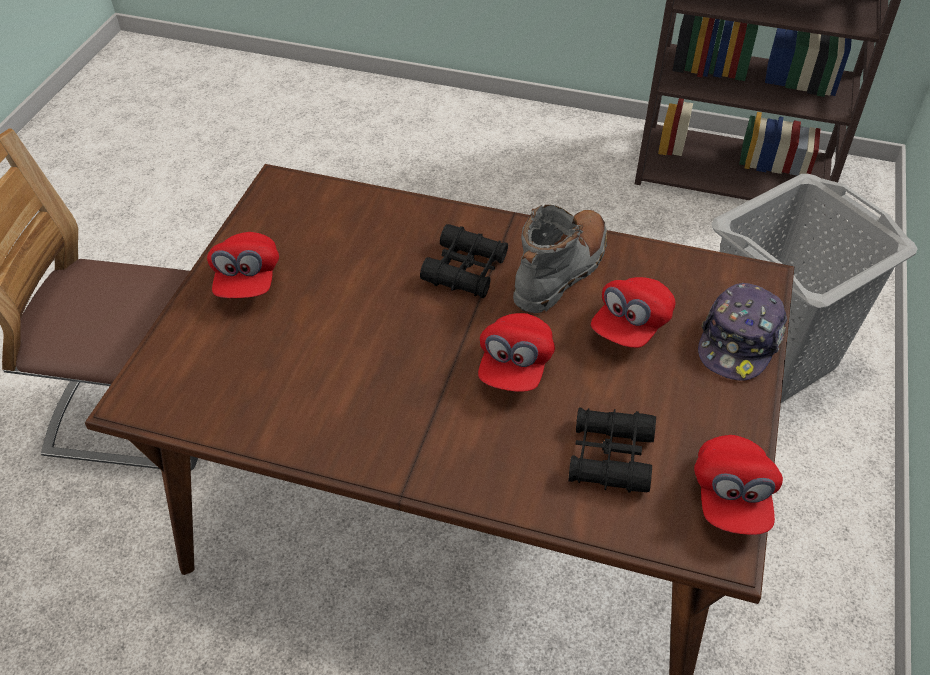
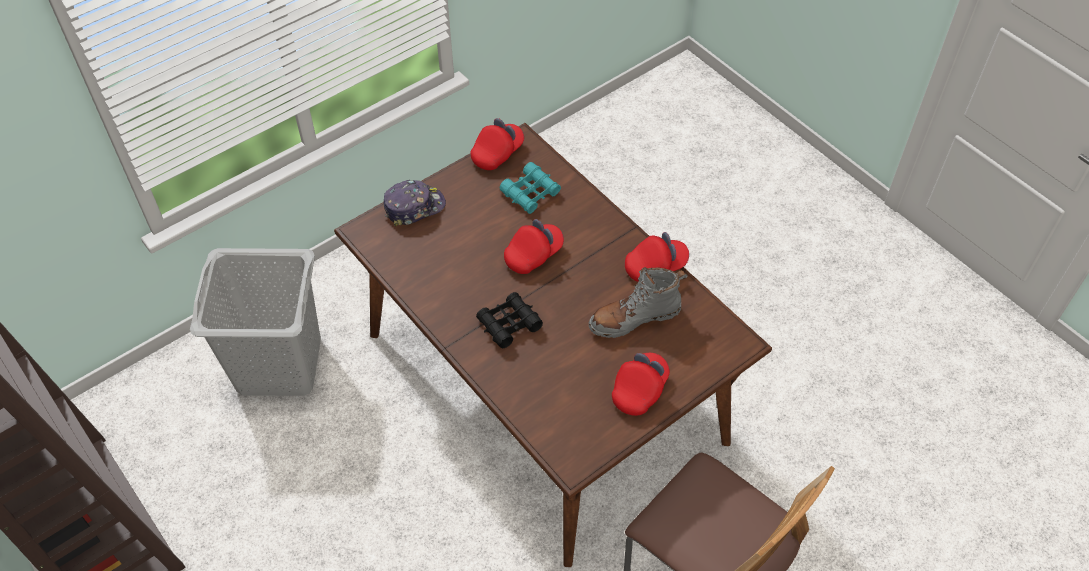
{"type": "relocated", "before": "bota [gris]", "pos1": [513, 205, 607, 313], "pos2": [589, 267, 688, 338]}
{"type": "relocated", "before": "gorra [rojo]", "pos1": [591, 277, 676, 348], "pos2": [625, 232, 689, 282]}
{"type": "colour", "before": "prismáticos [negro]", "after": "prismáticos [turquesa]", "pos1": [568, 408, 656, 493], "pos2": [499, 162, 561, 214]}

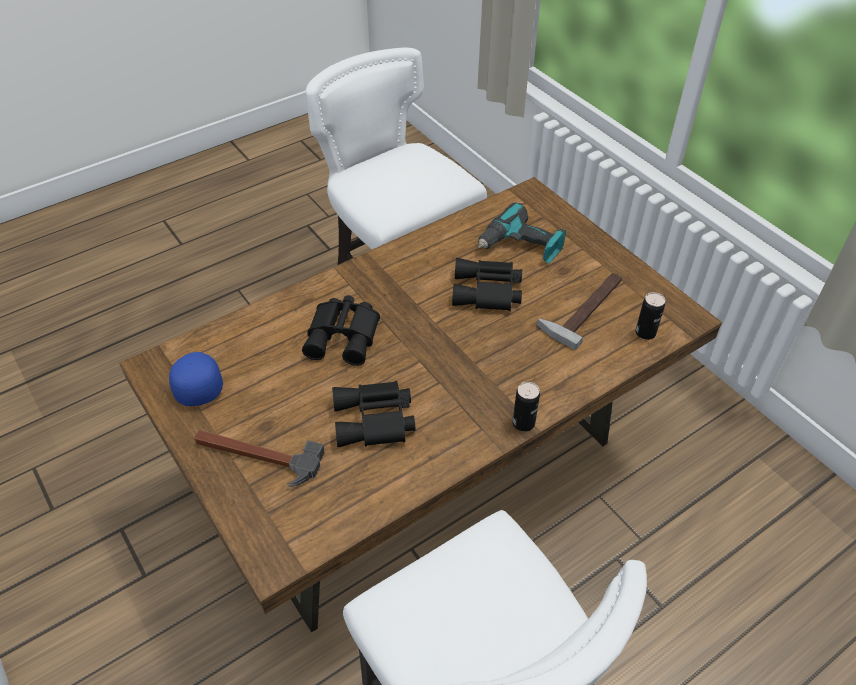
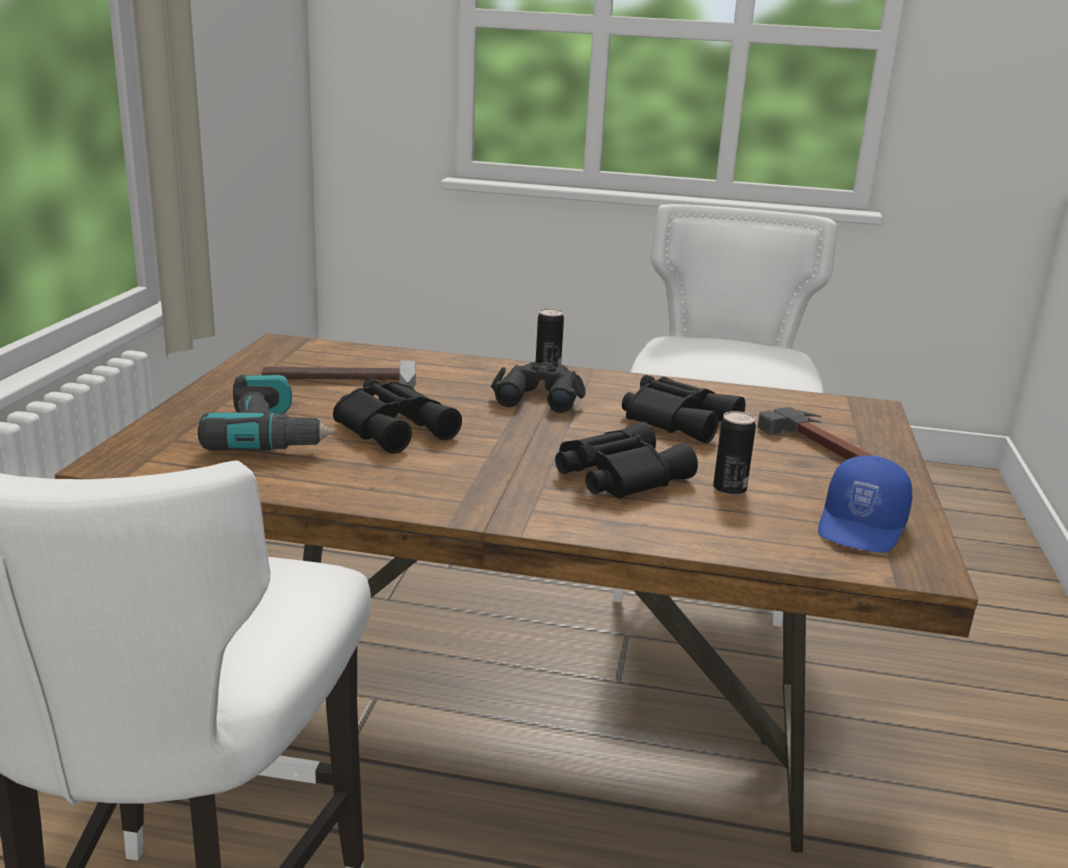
{"type": "appeared", "after": "prismáticos [negro]", "pos2": [491, 361, 586, 413]}
{"type": "relocated", "before": "lata", "pos1": [635, 292, 665, 340], "pos2": [713, 411, 756, 495]}

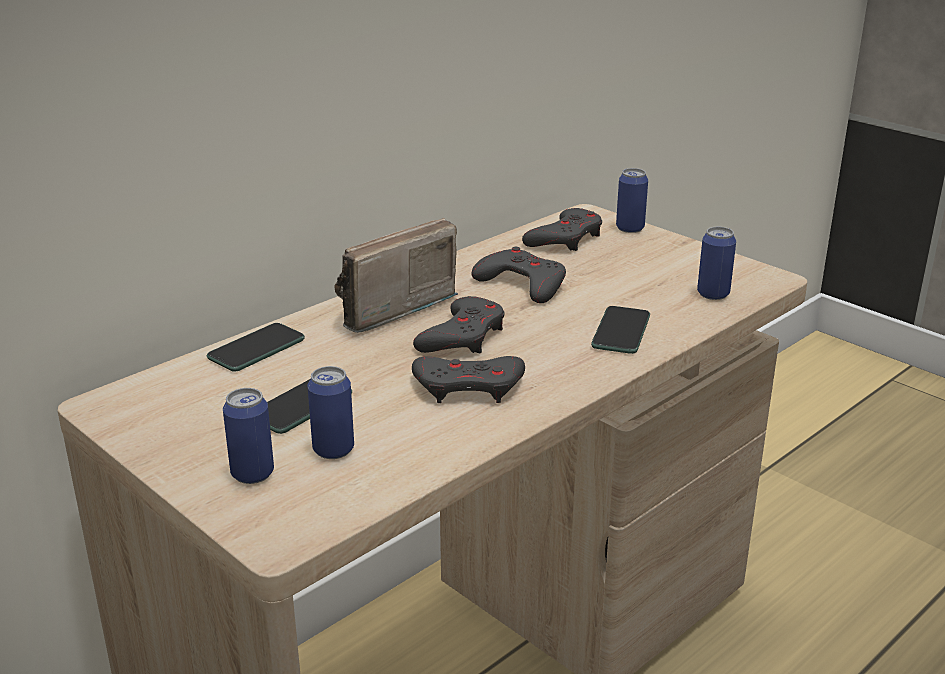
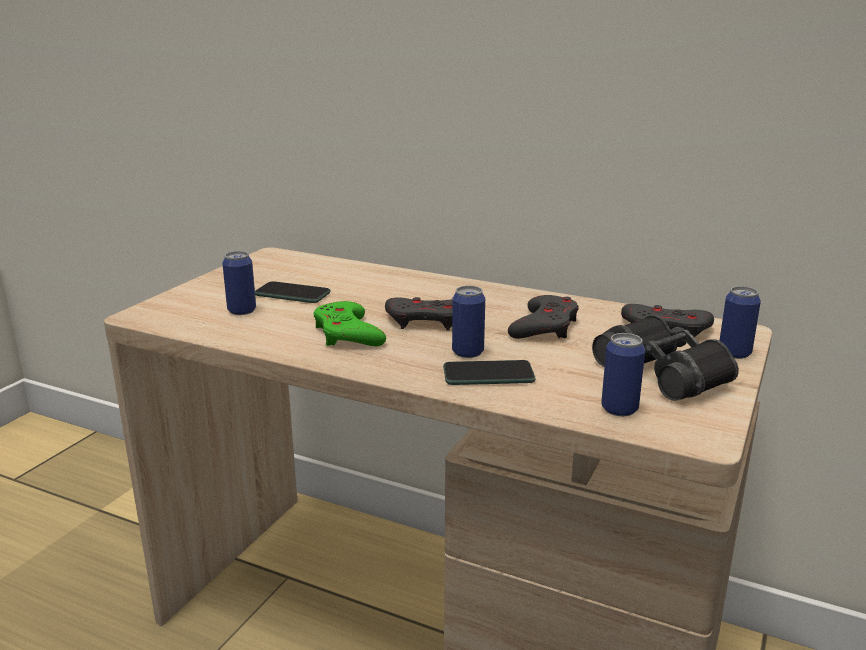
{"type": "missing", "before": "móvil", "pos1": [207, 323, 305, 372]}
{"type": "missing", "before": "radio", "pos1": [335, 218, 458, 333]}
{"type": "appeared", "after": "prismáticos [negro]", "pos2": [592, 315, 739, 401]}
{"type": "relocated", "before": "lata", "pos1": [223, 388, 274, 484], "pos2": [452, 286, 485, 358]}
{"type": "colour", "before": "mando de consola [gris]", "after": "mando de consola [verde]", "pos1": [412, 356, 525, 403], "pos2": [313, 301, 386, 346]}

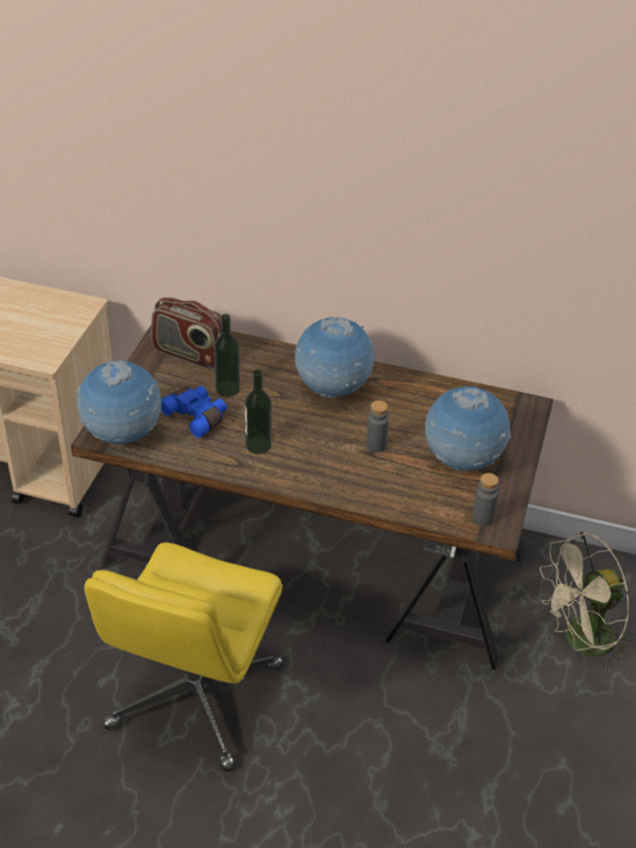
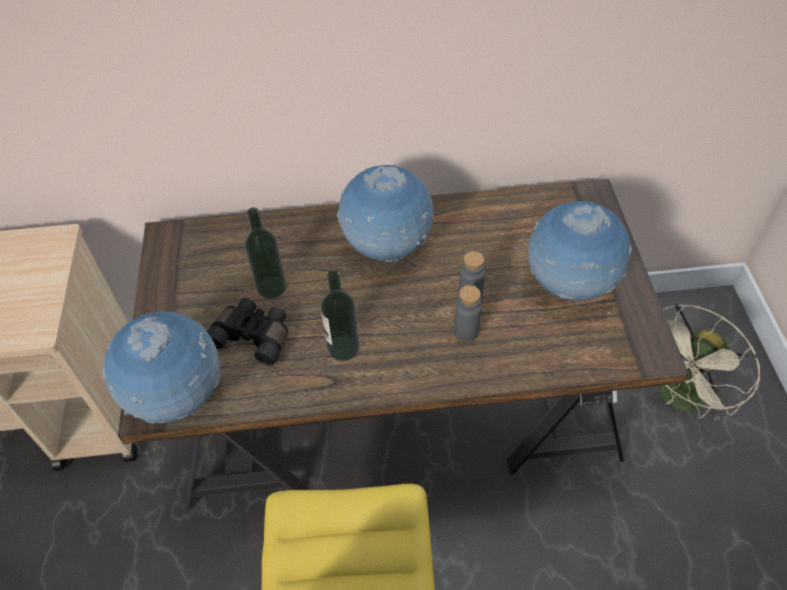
{"type": "missing", "before": "radio", "pos1": [151, 297, 222, 370]}
{"type": "relocated", "before": "botella [gris]", "pos1": [472, 473, 499, 526], "pos2": [454, 285, 482, 342]}
{"type": "colour", "before": "prismáticos [azul]", "after": "prismáticos [negro]", "pos1": [161, 386, 227, 438], "pos2": [207, 298, 288, 366]}

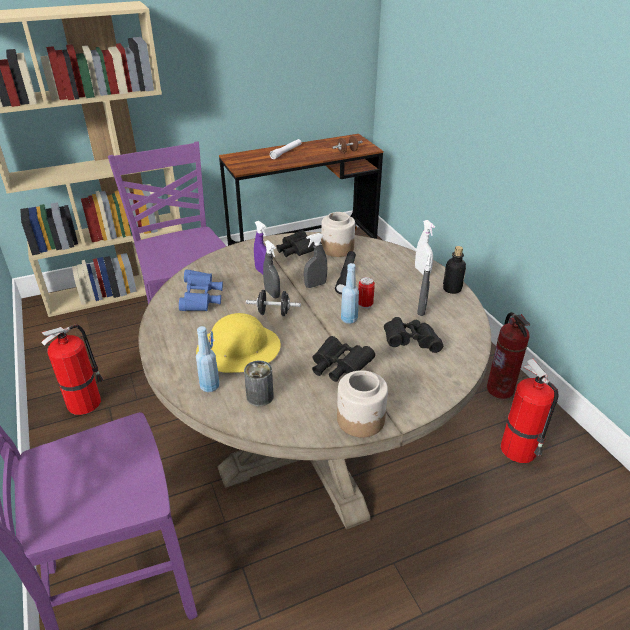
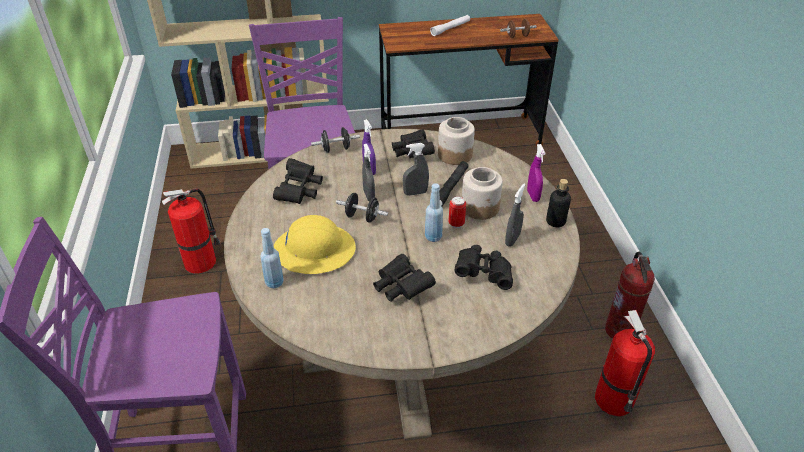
{"type": "missing", "before": "lata", "pos1": [244, 360, 274, 406]}
{"type": "appeared", "after": "mancuerna [negro]", "pos2": [311, 127, 360, 153]}
{"type": "relocated", "before": "tarro", "pos1": [337, 370, 388, 437], "pos2": [462, 167, 503, 220]}
{"type": "colour", "before": "prismáticos [azul]", "after": "prismáticos [negro]", "pos1": [179, 270, 223, 311], "pos2": [273, 158, 323, 204]}
{"type": "colour", "before": "pulverizador [blanco]", "after": "pulverizador [morado]", "pos1": [415, 220, 435, 275], "pos2": [527, 144, 546, 202]}

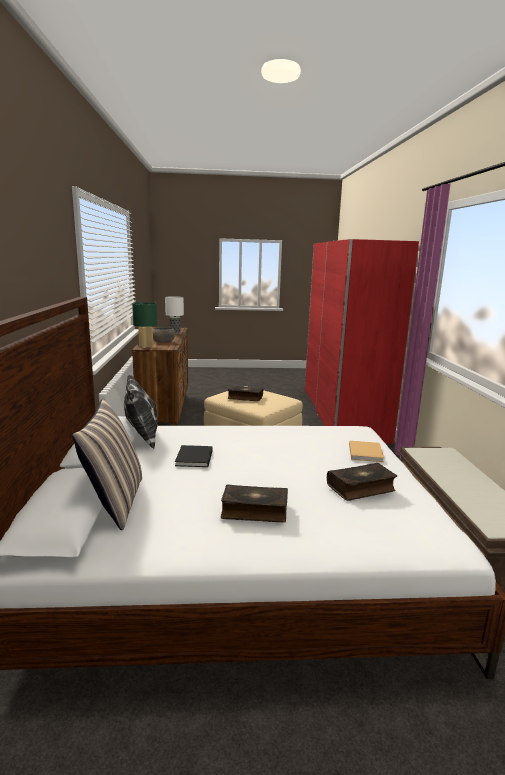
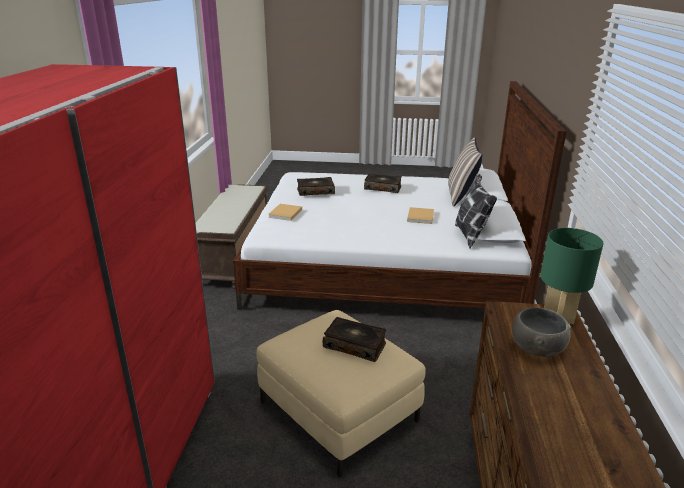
{"type": "missing", "before": "lámpara de mesa", "pos1": [165, 296, 184, 334]}
{"type": "colour", "before": "libro [negro]", "after": "libro [beis]", "pos1": [175, 445, 213, 467], "pos2": [407, 207, 434, 224]}

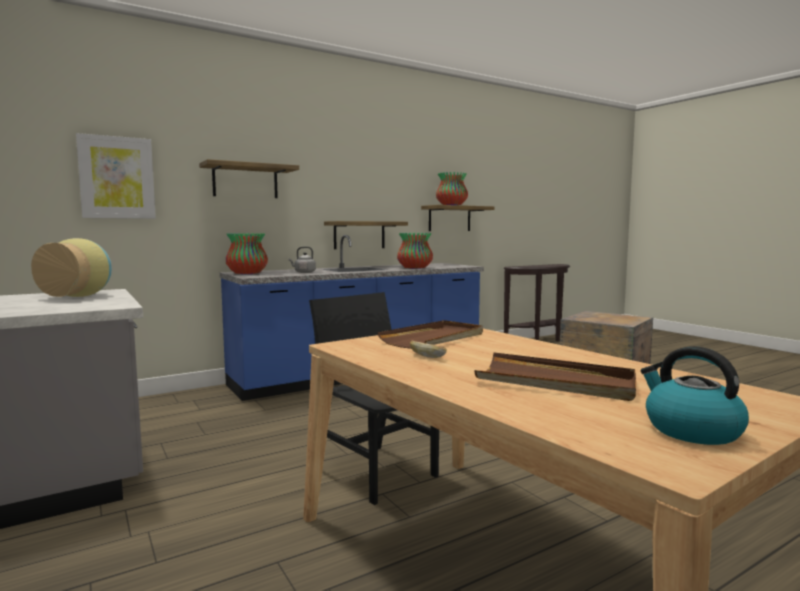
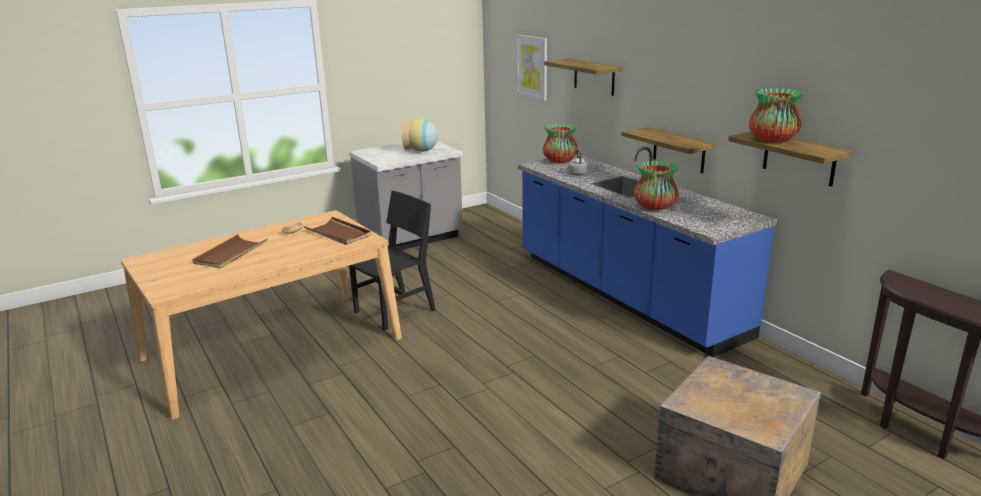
{"type": "missing", "before": "hervidor", "pos1": [641, 346, 749, 445]}

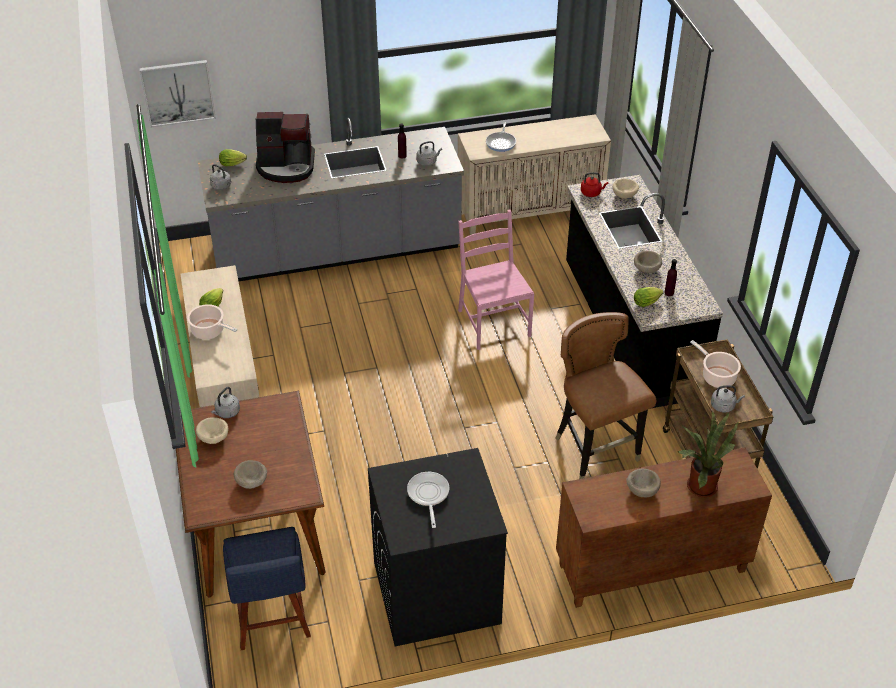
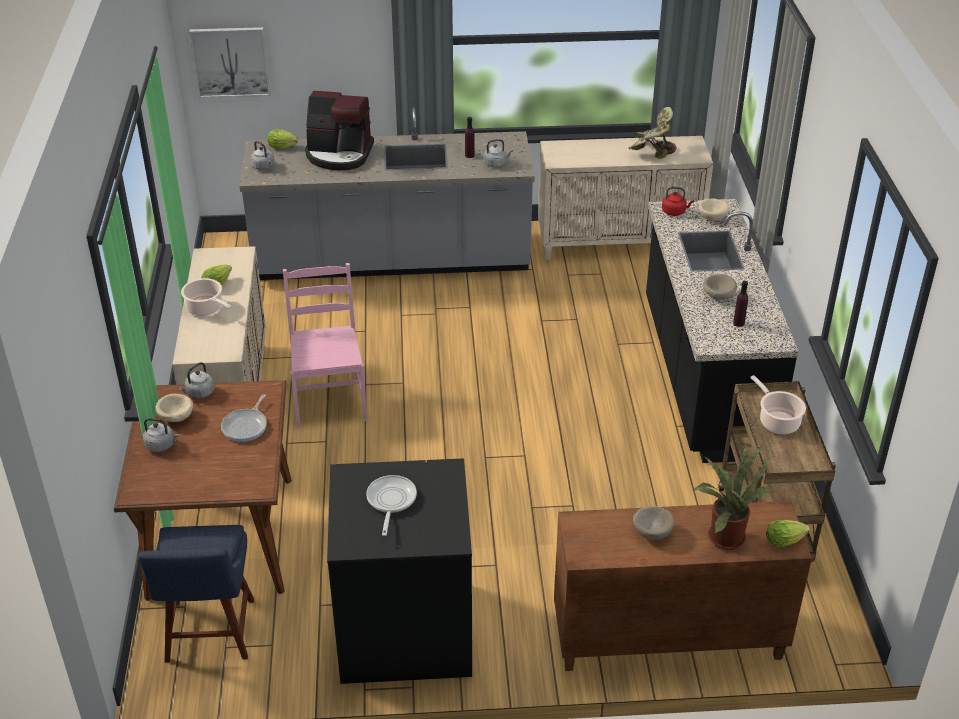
{"type": "missing", "before": "cuenco [beis]", "pos1": [234, 460, 267, 489]}
{"type": "missing", "before": "silla [marrón]", "pos1": [555, 312, 656, 479]}
{"type": "appeared", "after": "planta en maceta", "pos2": [628, 107, 676, 159]}
{"type": "relocated", "before": "silla [rosa]", "pos1": [458, 210, 534, 350], "pos2": [283, 263, 367, 428]}
{"type": "relocated", "before": "sartén", "pos1": [486, 123, 516, 152], "pos2": [221, 394, 267, 442]}
{"type": "relocated", "before": "lechuga", "pos1": [634, 287, 664, 307], "pos2": [766, 520, 810, 547]}
{"type": "relocated", "before": "hervidor [gris]", "pos1": [711, 385, 745, 413], "pos2": [143, 418, 179, 452]}

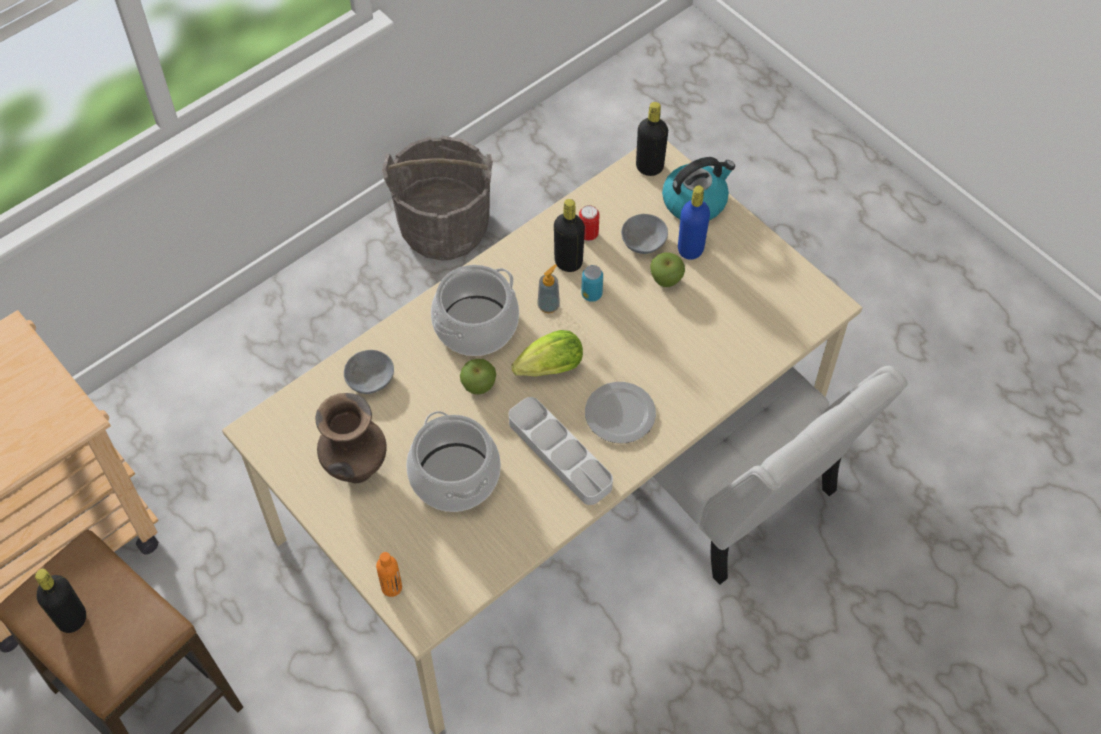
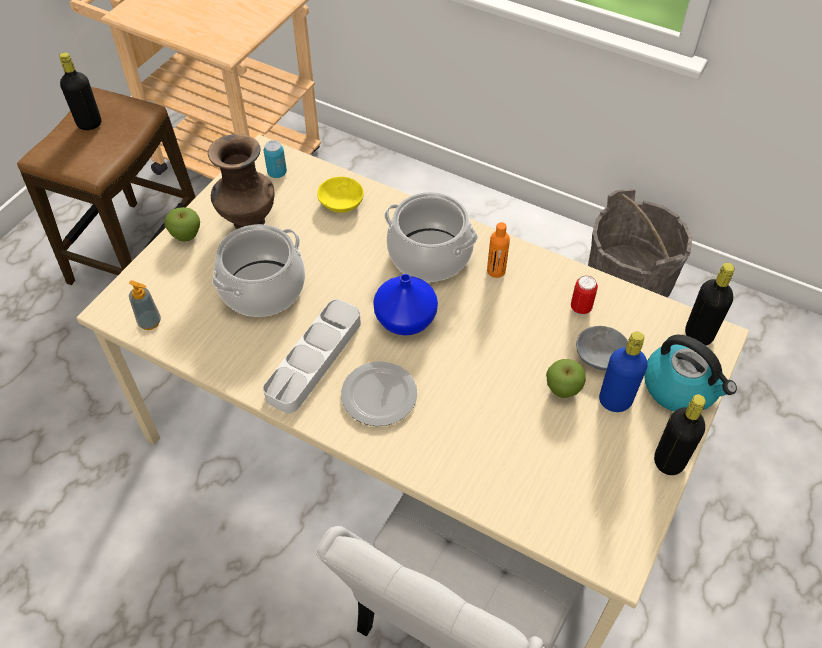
{"type": "relocated", "before": "botella [naranja]", "pos1": [376, 552, 402, 597], "pos2": [487, 222, 510, 278]}
{"type": "relocated", "before": "manzana", "pos1": [460, 359, 496, 394], "pos2": [164, 207, 200, 242]}
{"type": "relocated", "before": "dispensador de jabón", "pos1": [537, 264, 560, 313], "pos2": [129, 280, 161, 330]}
{"type": "relocated", "before": "botella [negro]", "pos1": [554, 199, 585, 272], "pos2": [654, 395, 706, 475]}
{"type": "relocated", "before": "lata", "pos1": [581, 265, 603, 302], "pos2": [264, 140, 287, 178]}
{"type": "exchanged", "before": "lechuga", "after": "florero [azul]", "pos1": [511, 330, 583, 377], "pos2": [373, 274, 438, 335]}
{"type": "colour", "before": "cuenco [gris]", "after": "cuenco [amarillo]", "pos1": [344, 350, 394, 394], "pos2": [317, 177, 364, 213]}

